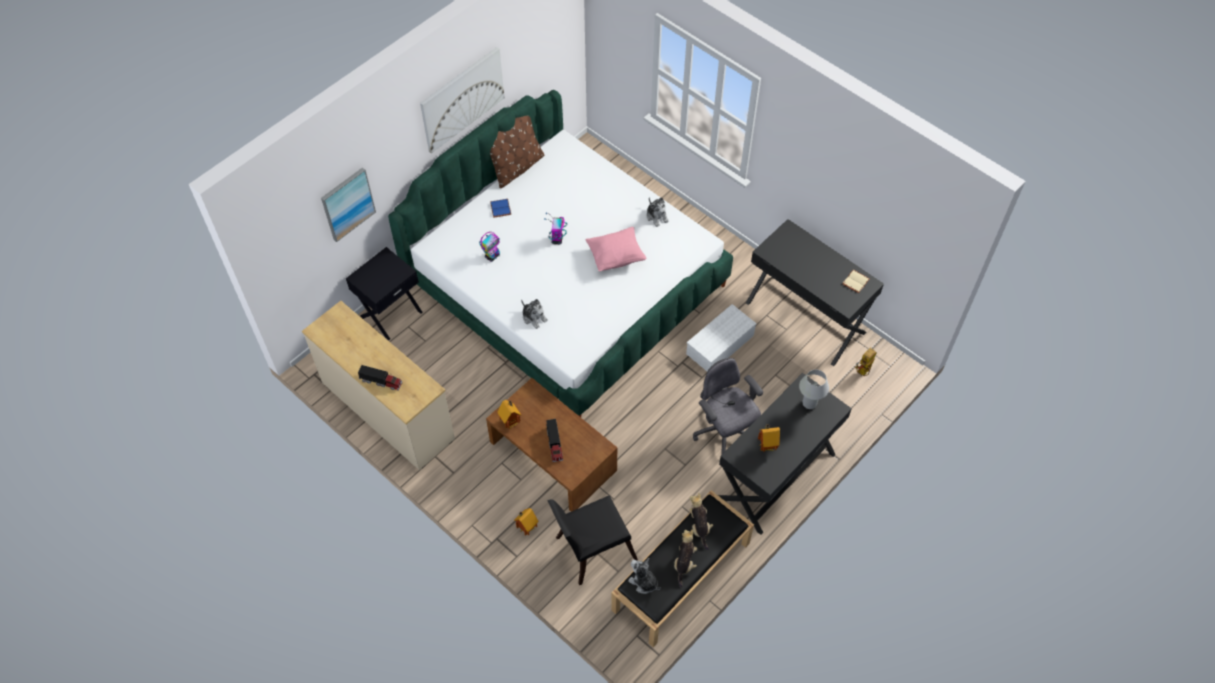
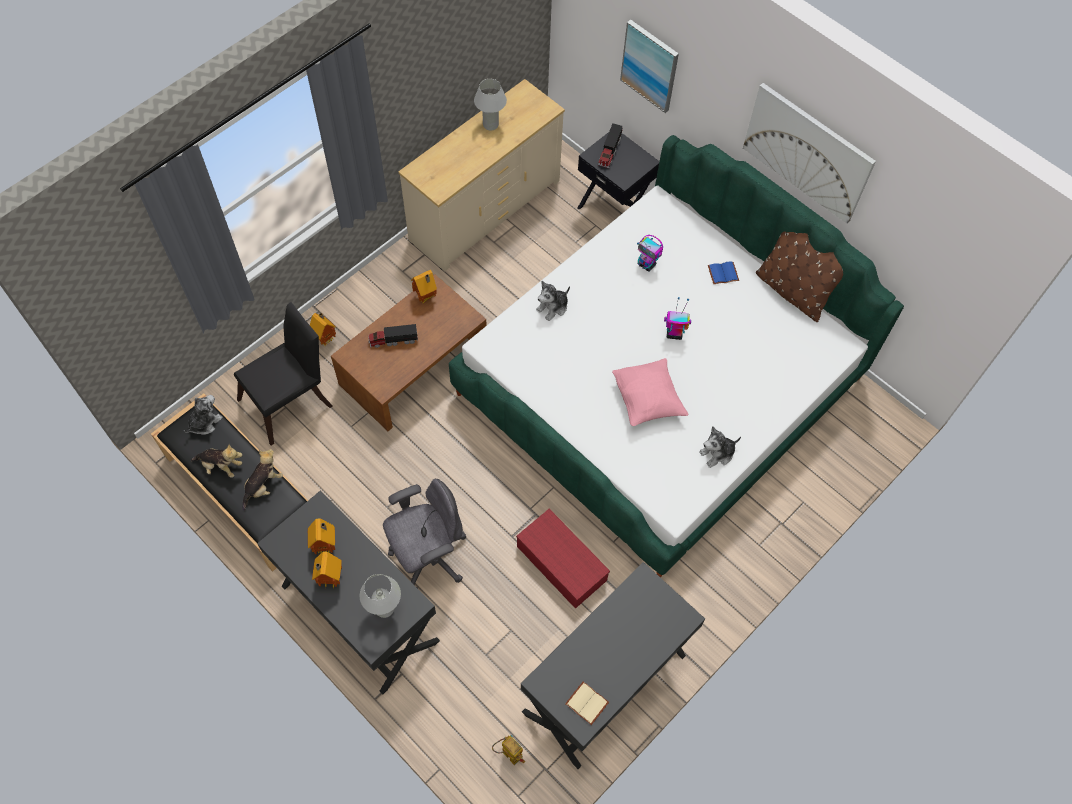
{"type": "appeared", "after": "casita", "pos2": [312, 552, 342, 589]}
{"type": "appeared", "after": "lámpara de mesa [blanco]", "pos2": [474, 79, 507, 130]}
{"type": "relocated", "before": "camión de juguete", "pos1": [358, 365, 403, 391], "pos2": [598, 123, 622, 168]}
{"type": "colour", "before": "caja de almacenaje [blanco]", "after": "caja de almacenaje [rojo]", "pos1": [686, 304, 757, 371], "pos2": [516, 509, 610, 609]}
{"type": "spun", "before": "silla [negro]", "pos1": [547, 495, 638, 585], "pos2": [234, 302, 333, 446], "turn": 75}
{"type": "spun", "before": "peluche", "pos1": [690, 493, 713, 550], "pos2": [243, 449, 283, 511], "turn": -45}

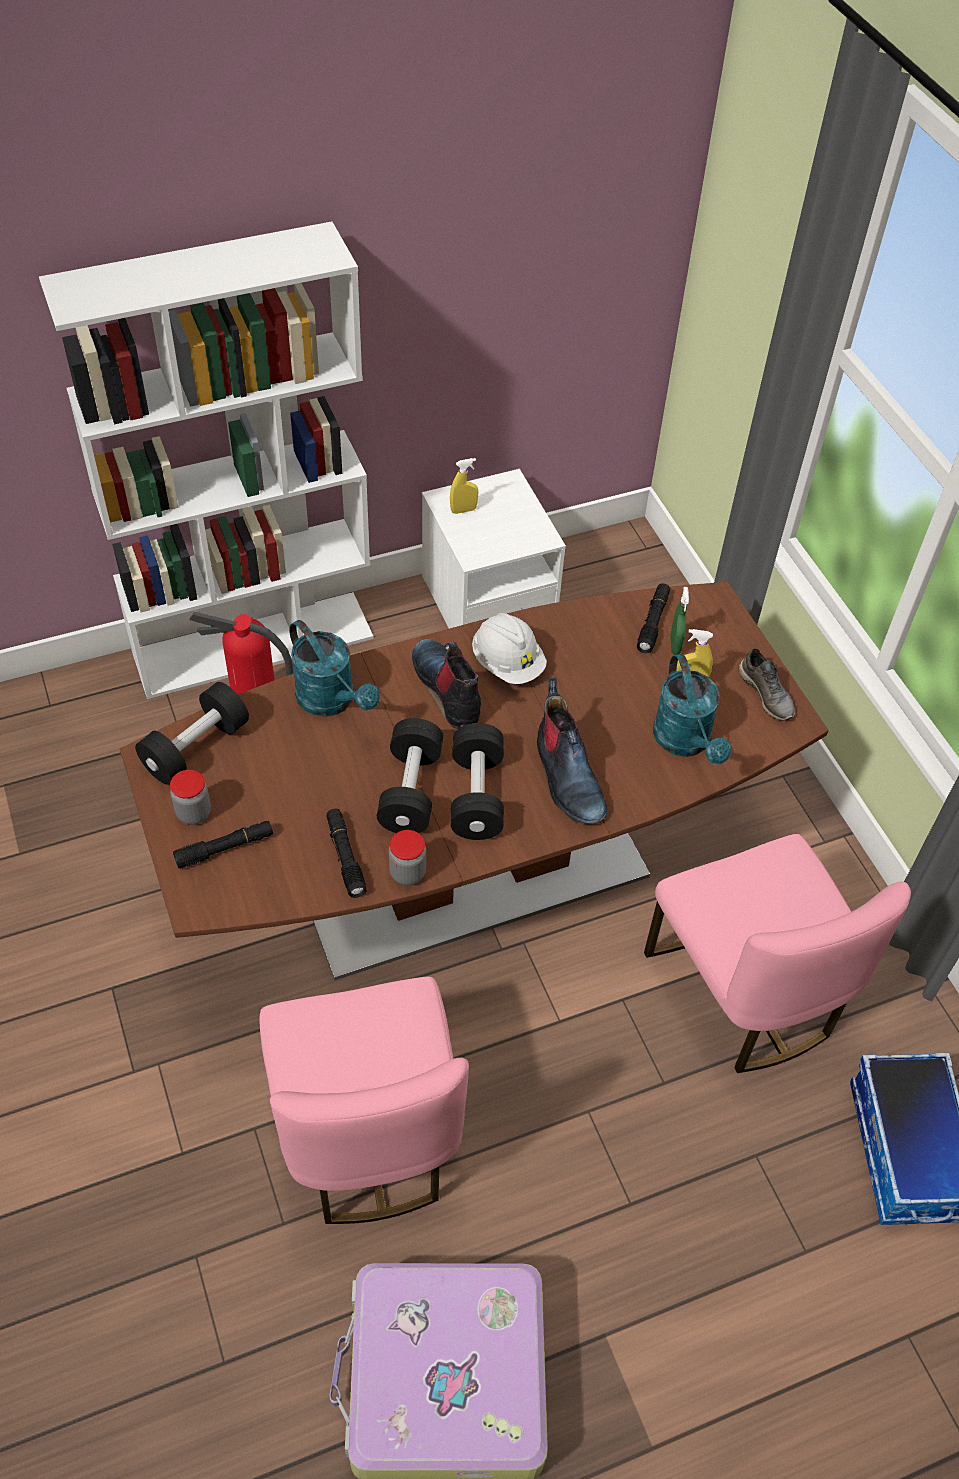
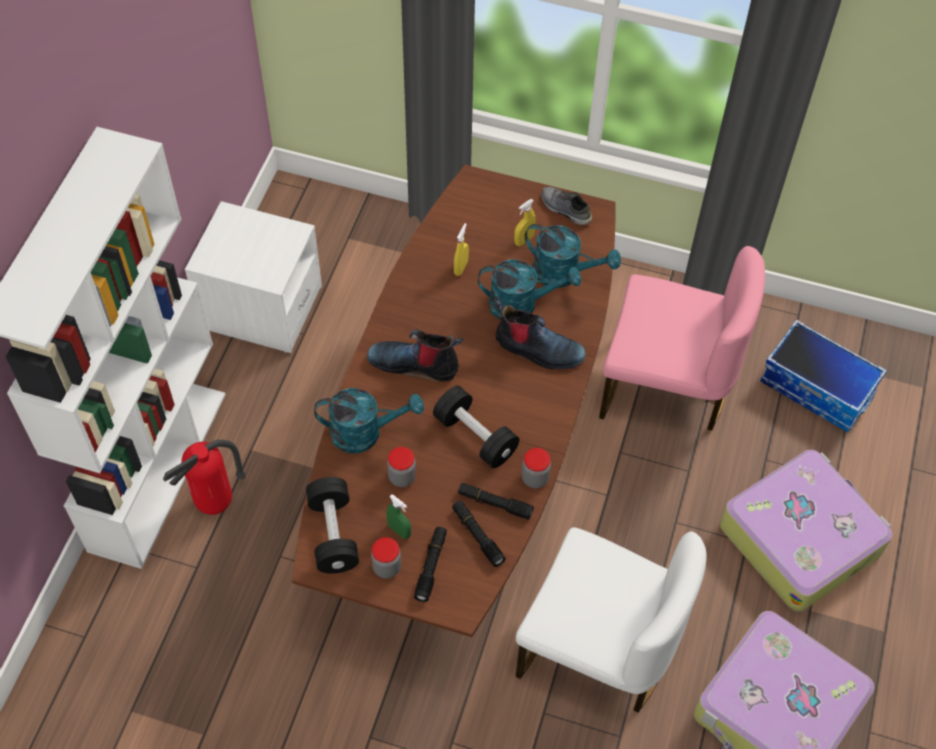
{"type": "missing", "before": "mancuerna [negro]", "pos1": [451, 723, 504, 840]}
{"type": "missing", "before": "casco [blanco]", "pos1": [472, 613, 547, 684]}
{"type": "appeared", "after": "tarro", "pos2": [387, 447, 416, 487]}
{"type": "appeared", "after": "regadera [turquesa]", "pos2": [478, 259, 581, 320]}
{"type": "appeared", "after": "maleta", "pos2": [720, 450, 892, 612]}
{"type": "relocated", "before": "pulverizador [amarillo]", "pos1": [450, 458, 478, 514], "pos2": [454, 223, 469, 276]}
{"type": "relocated", "before": "linterna [negro]", "pos1": [637, 583, 670, 653], "pos2": [452, 501, 506, 567]}
{"type": "relocated", "before": "pulverizador [verde]", "pos1": [670, 587, 689, 655], "pos2": [387, 494, 411, 539]}
{"type": "colour", "before": "silla [rosa]", "after": "silla [blanco]", "pos1": [259, 977, 469, 1224], "pos2": [516, 527, 707, 713]}
{"type": "spun", "before": "zapato [gris]", "pos1": [739, 648, 795, 721], "pos2": [541, 186, 592, 225], "turn": -150}

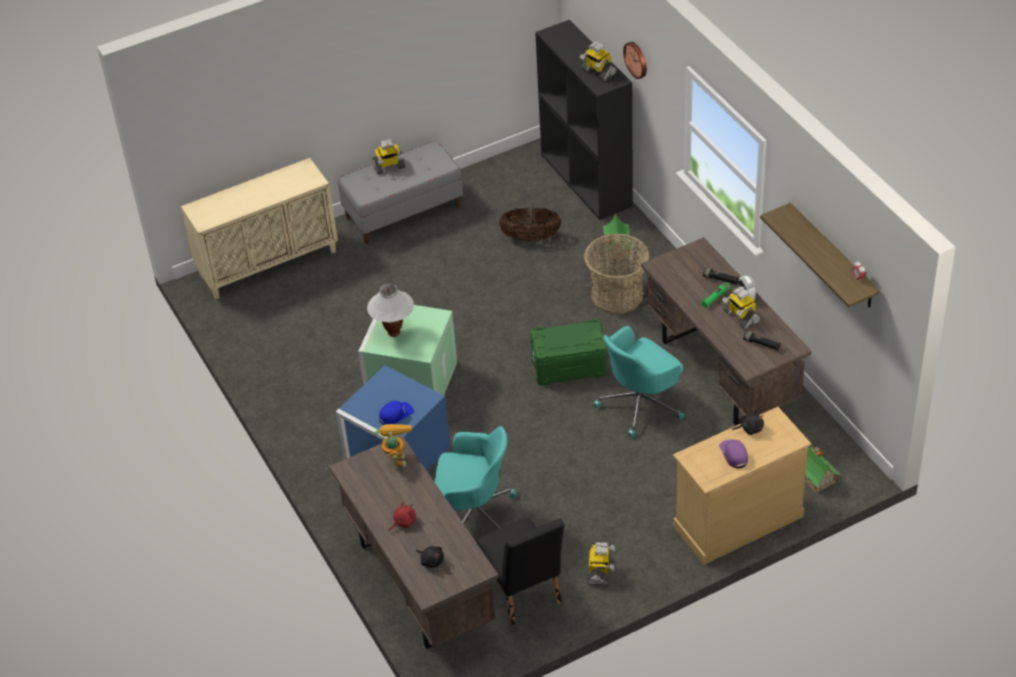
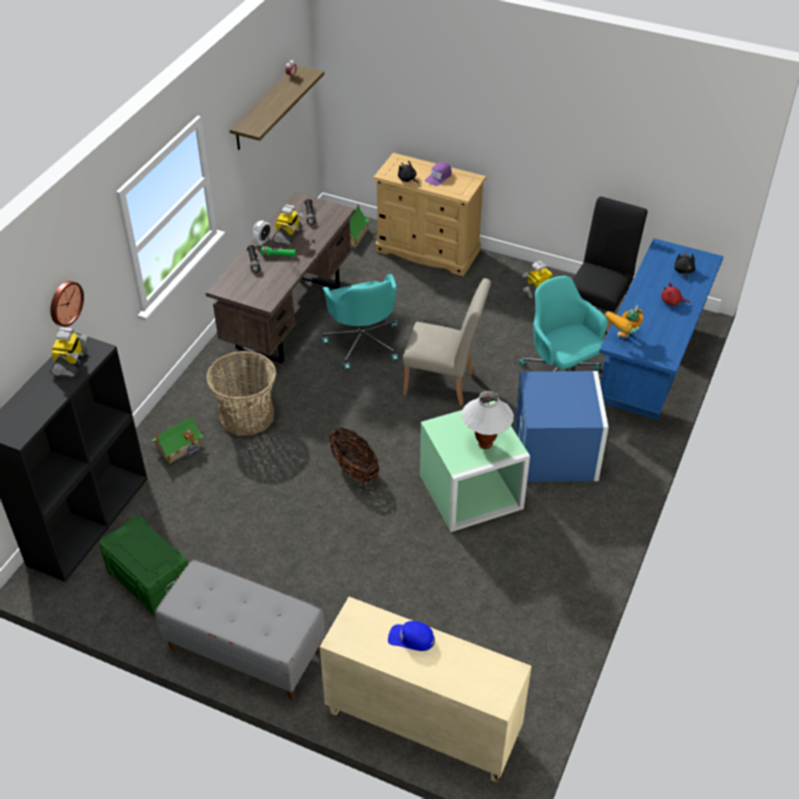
{"type": "missing", "before": "robot de juguete", "pos1": [372, 139, 405, 175]}
{"type": "appeared", "after": "silla [beis]", "pos2": [403, 278, 491, 406]}
{"type": "relocated", "before": "gorra [azul]", "pos1": [379, 401, 414, 425], "pos2": [388, 621, 435, 651]}
{"type": "relocated", "before": "cesta", "pos1": [499, 208, 561, 241], "pos2": [330, 427, 379, 483]}
{"type": "relocated", "before": "caja de almacenaje [verde]", "pos1": [530, 319, 607, 385], "pos2": [99, 515, 188, 615]}
{"type": "colour", "before": "escritorio [marrón]", "after": "escritorio [azul]", "pos1": [329, 435, 499, 649], "pos2": [599, 238, 724, 420]}
{"type": "spun", "before": "silla de oficina [turquesa]", "pos1": [593, 326, 685, 438], "pos2": [322, 274, 398, 370], "turn": 60}

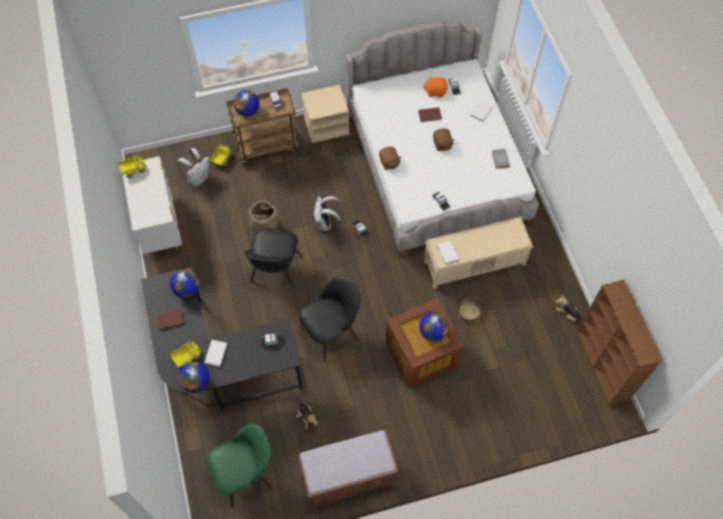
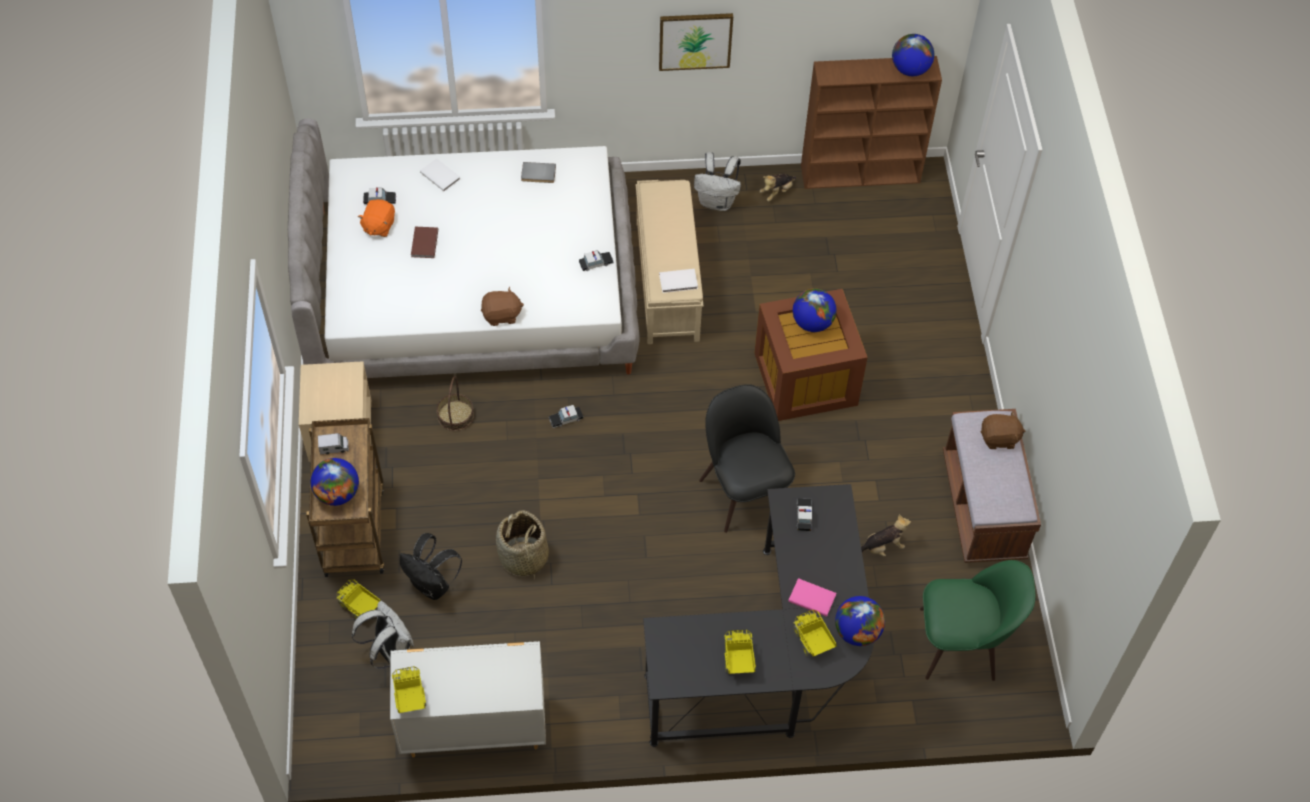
{"type": "missing", "before": "silla [negro]", "pos1": [244, 228, 302, 289]}
{"type": "appeared", "after": "mochila [negro]", "pos2": [400, 533, 462, 600]}
{"type": "appeared", "after": "cuadro", "pos2": [659, 13, 733, 71]}
{"type": "relocated", "before": "globo terráqueo", "pos1": [170, 269, 200, 298], "pos2": [892, 34, 934, 76]}
{"type": "relocated", "before": "mochila [blanco]", "pos1": [314, 196, 341, 231], "pos2": [694, 152, 741, 211]}
{"type": "relocated", "before": "peluche [marrón]", "pos1": [433, 128, 455, 151], "pos2": [981, 411, 1025, 449]}
{"type": "relocated", "before": "cesta", "pos1": [458, 297, 484, 323], "pos2": [436, 376, 474, 431]}
{"type": "exchanged", "before": "libro [marrón]", "after": "camión de juguete", "pos1": [157, 309, 184, 330], "pos2": [724, 630, 756, 674]}
{"type": "colour", "before": "libro [blanco]", "after": "libro [rosa]", "pos1": [204, 340, 227, 367], "pos2": [788, 578, 836, 617]}
{"type": "spun", "before": "silla [verde]", "pos1": [207, 423, 273, 508], "pos2": [920, 560, 1036, 681], "turn": 105}

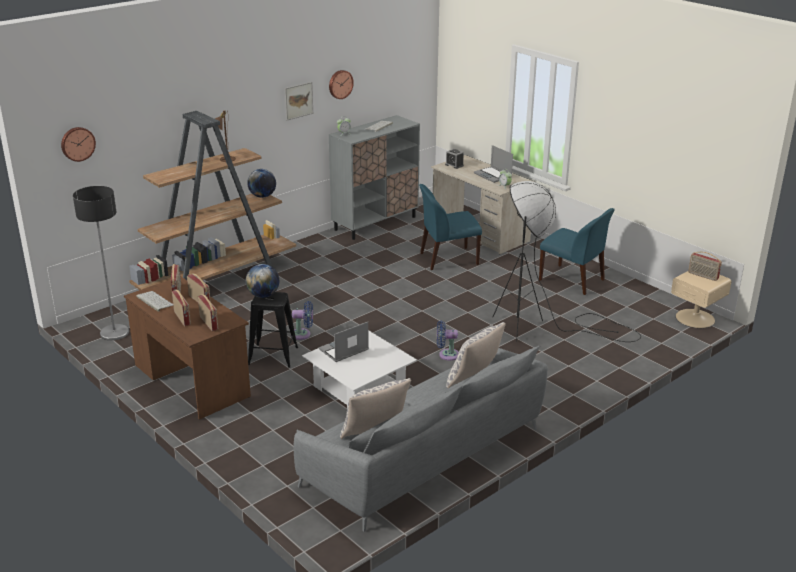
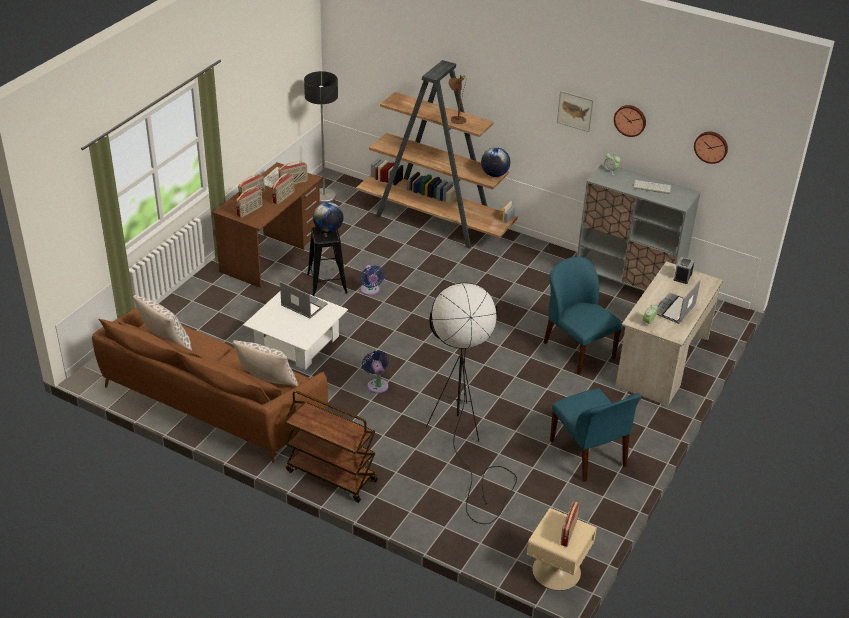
{"type": "appeared", "after": "carrito [marrón]", "pos2": [284, 390, 378, 503]}
{"type": "relocated", "before": "reloj de pared", "pos1": [61, 127, 96, 162], "pos2": [694, 132, 728, 164]}
{"type": "colour", "before": "sofá [gris]", "after": "sofá [marrón]", "pos1": [294, 346, 548, 532], "pos2": [92, 308, 328, 463]}
{"type": "spun", "before": "silla [azul]", "pos1": [539, 208, 615, 295], "pos2": [550, 388, 641, 481], "turn": -45}

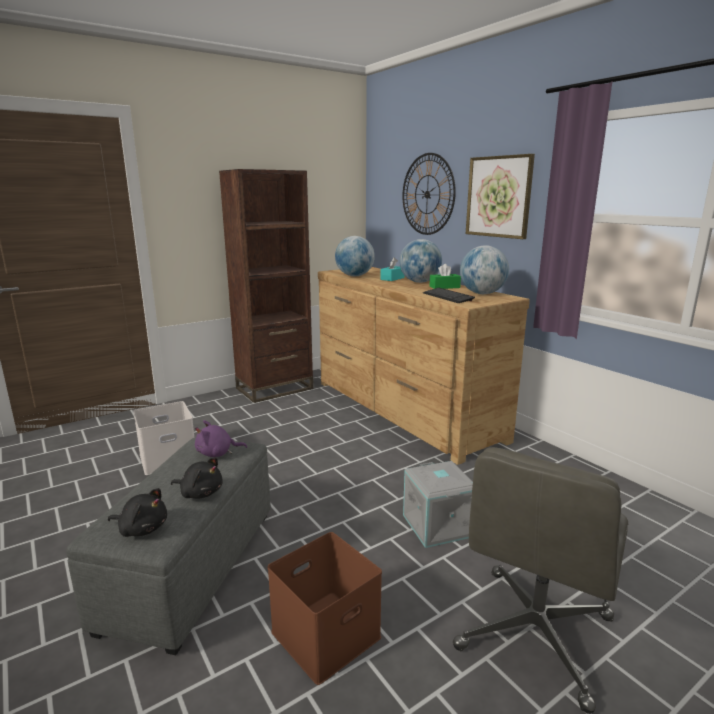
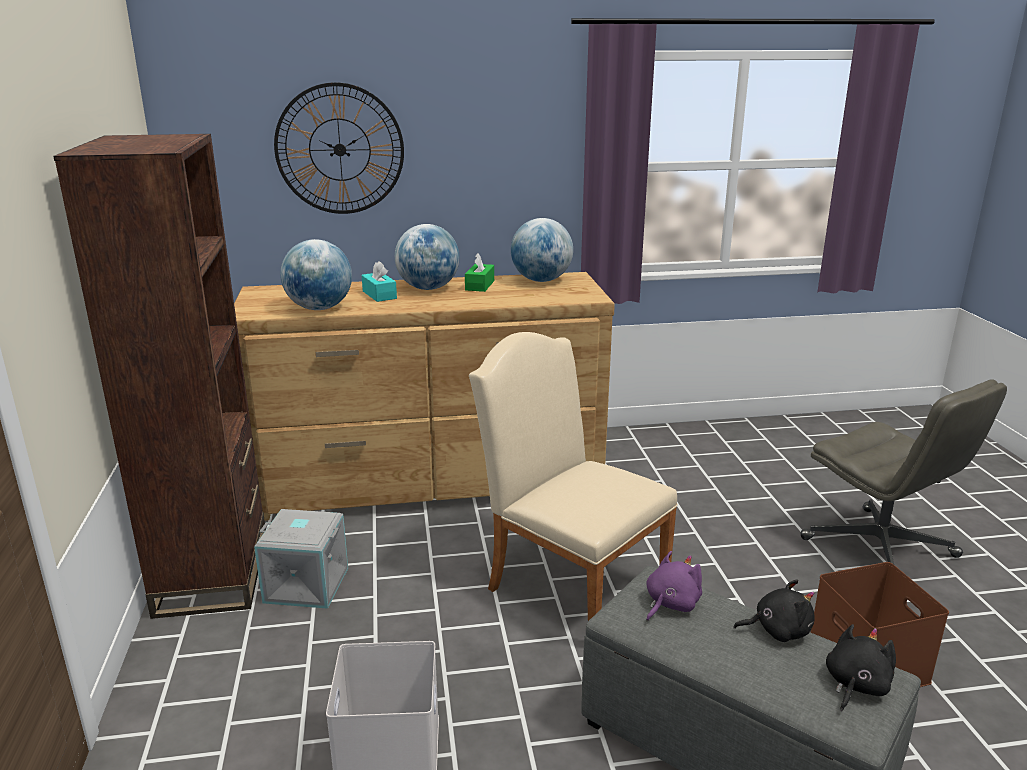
{"type": "missing", "before": "teclado", "pos1": [423, 288, 475, 303]}
{"type": "missing", "before": "cuadro", "pos1": [466, 154, 535, 239]}
{"type": "appeared", "after": "silla [beis]", "pos2": [469, 332, 678, 621]}
{"type": "relocated", "before": "caja de almacenaje [gris]", "pos1": [403, 461, 473, 548], "pos2": [254, 509, 348, 609]}
{"type": "spun", "before": "peluche [negro]", "pos1": [171, 457, 223, 498], "pos2": [733, 580, 815, 642], "turn": 45}
{"type": "spun", "before": "peluche [morado]", "pos1": [195, 420, 247, 457], "pos2": [646, 551, 702, 622], "turn": -150}

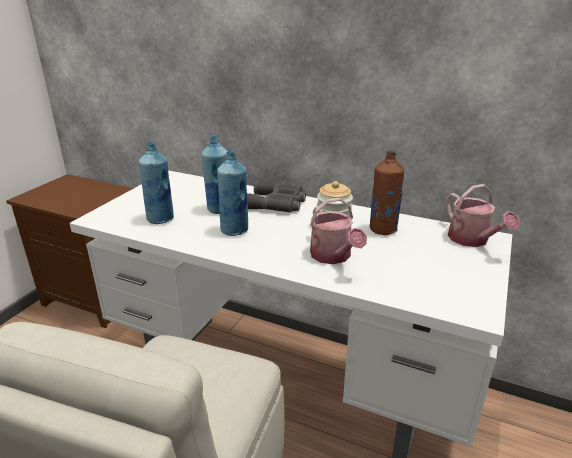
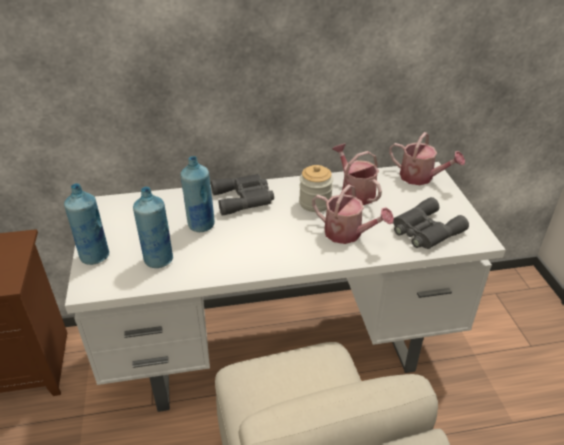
{"type": "appeared", "after": "prismáticos [gris]", "pos2": [393, 197, 469, 249]}
{"type": "relocated", "before": "botella [azul]", "pos1": [217, 151, 248, 236], "pos2": [64, 183, 109, 265]}
{"type": "exchanged", "before": "botella [marrón]", "after": "regadera", "pos1": [370, 150, 404, 235], "pos2": [332, 144, 382, 205]}

